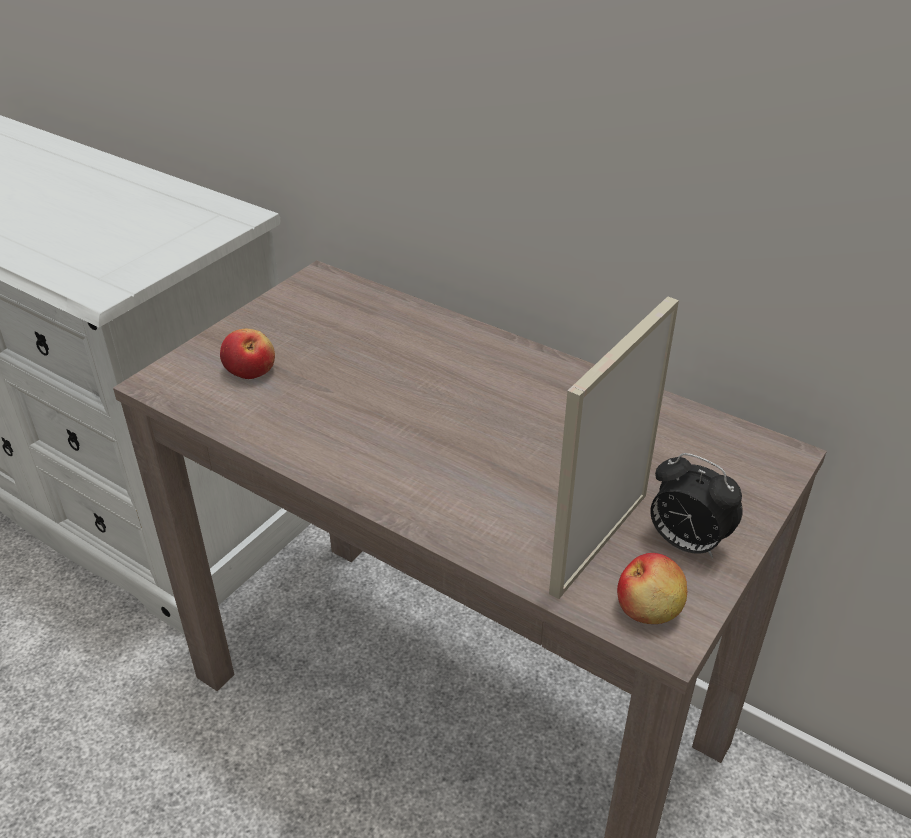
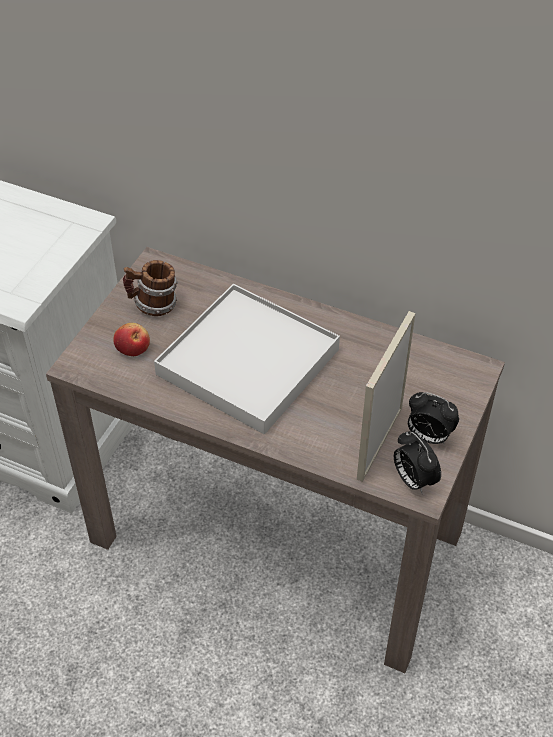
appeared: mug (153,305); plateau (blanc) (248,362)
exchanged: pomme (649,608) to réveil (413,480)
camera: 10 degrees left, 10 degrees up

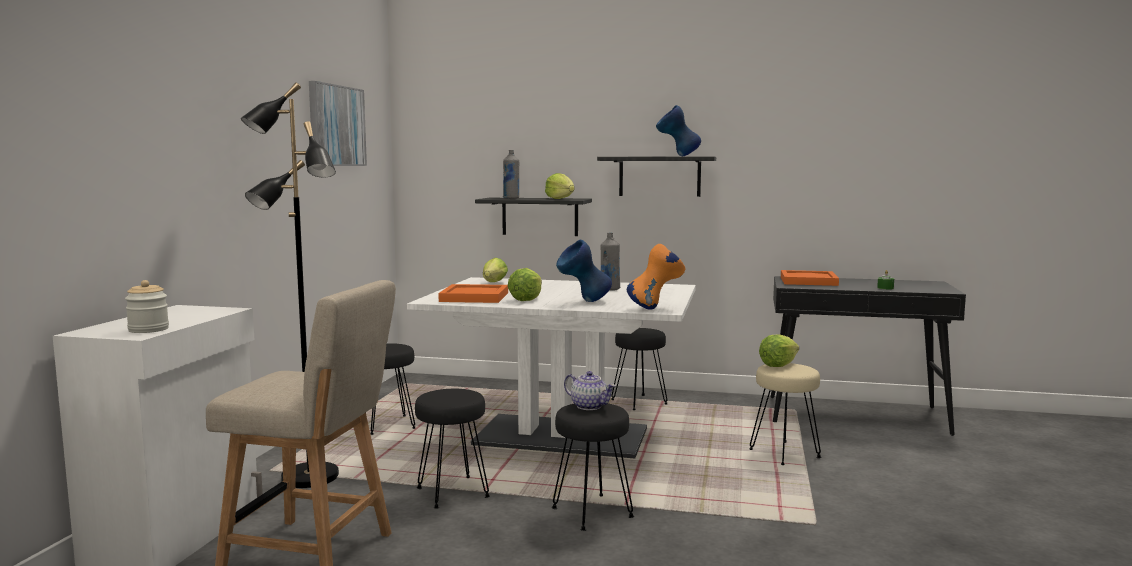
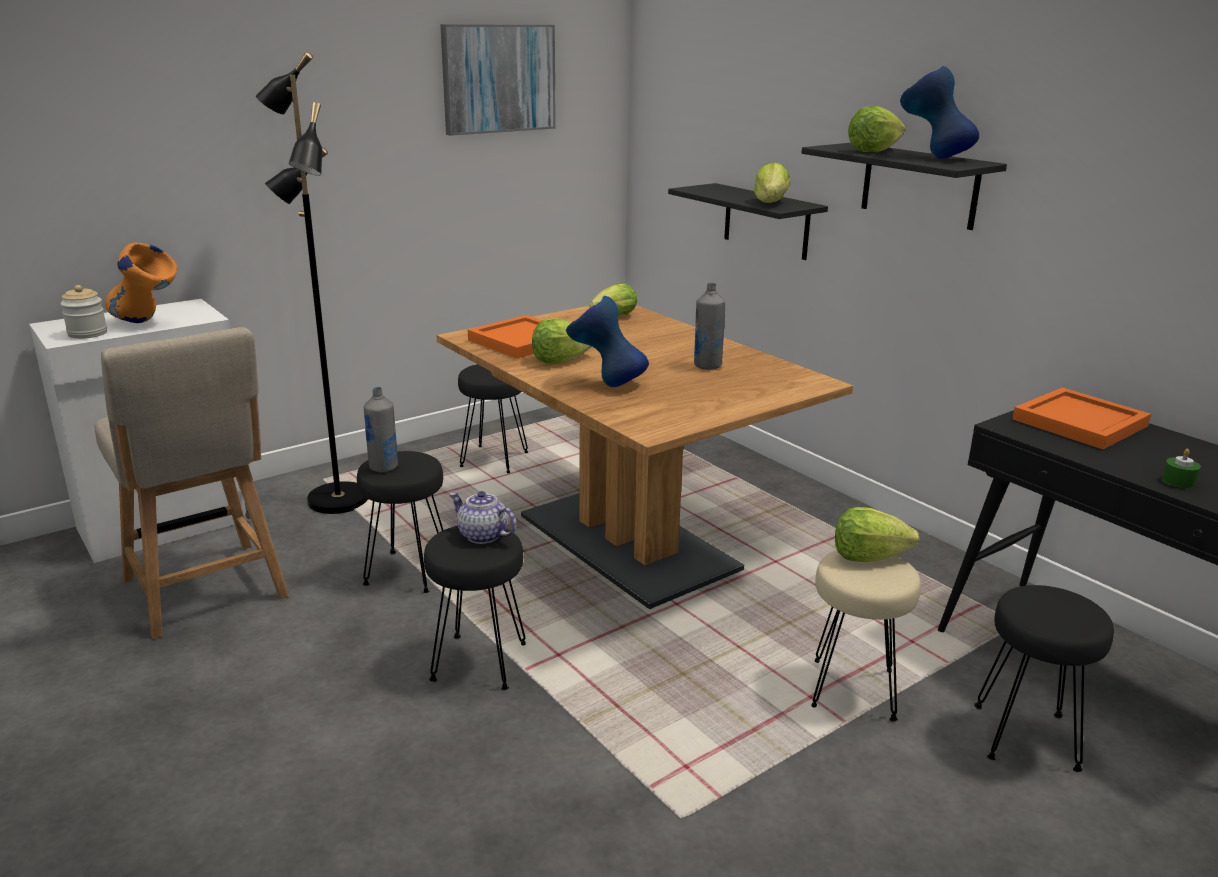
appeared: laitue (873,151)
relocated: bouteille (gris) (511,198) to (383,467); tabouret (noir) (639,403) to (1027,737); vase (orange) (655,308) to (147,323)
colour: table à manger (blanc) (561,437) to table à manger (marron) (627,543)
spun: théière (590,406) = (482,535) 135 degrees clockwise
camera: 40 degrees right, 15 degrees up

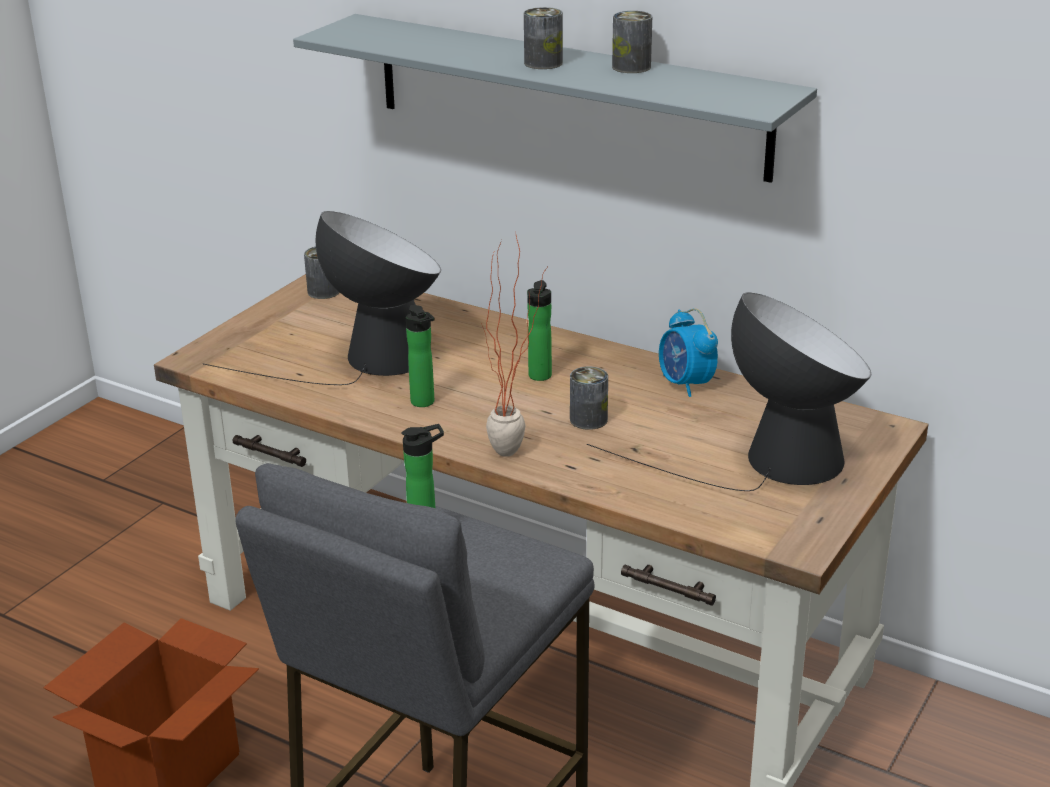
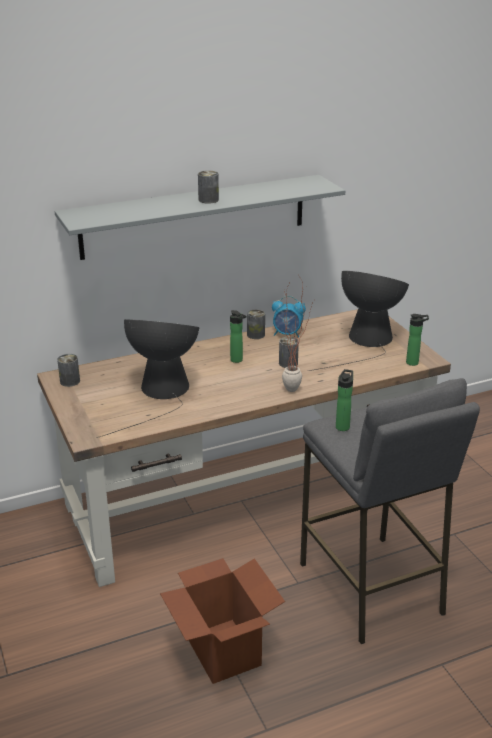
relocated: bouteille (424,403) to (414,363); boîte métallique (631,67) to (256,335)
camera: 55 degrees left, 0 degrees up

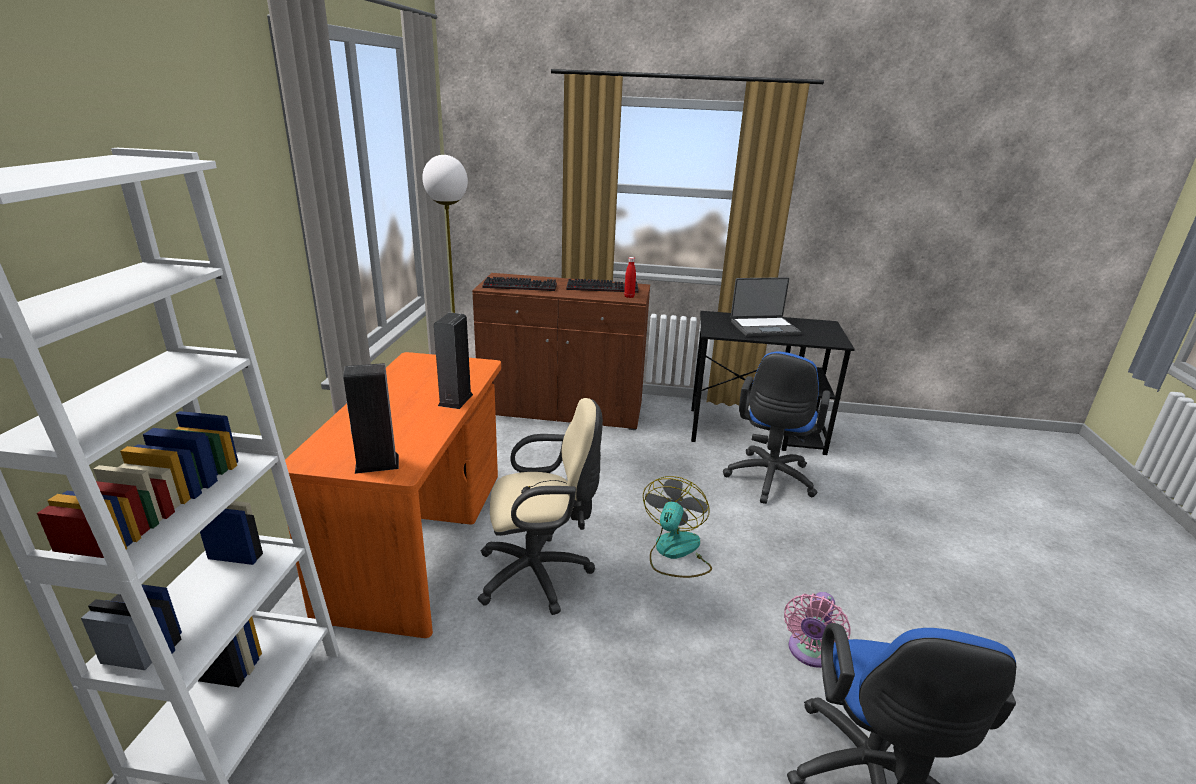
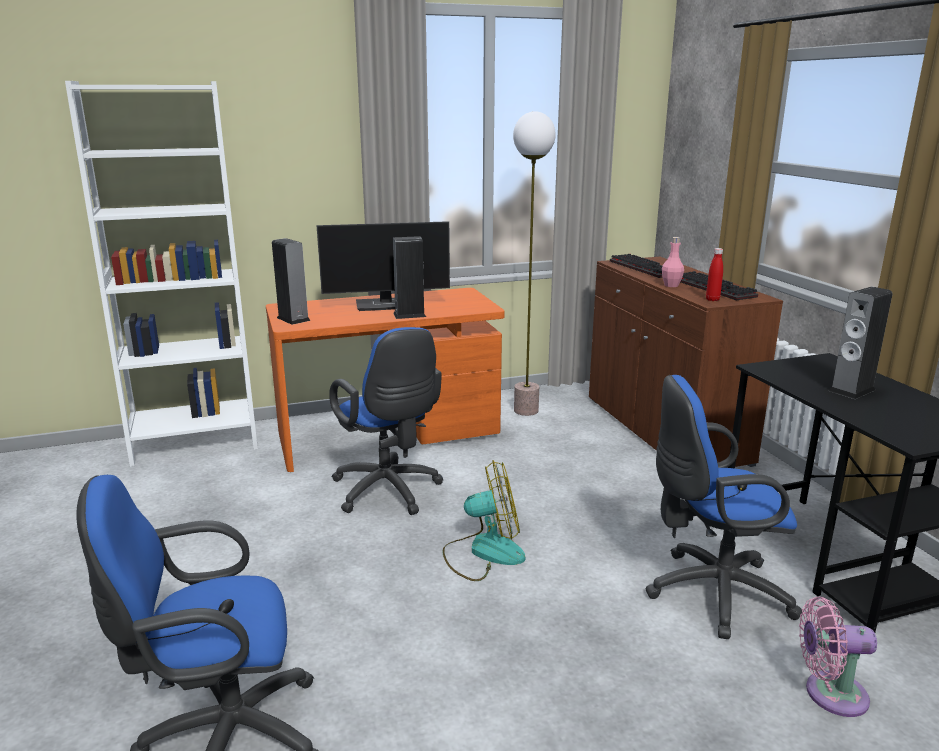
appeared: écran d'ordinateur (387,305); bouteille (rose) (671,285)
relocated: ventilateur (rose) (809,653) to (829,694)
exchanged: ordinateur portable (763,327) to enceinte (851,390)
colour: chaise de bureau (beige) (540,574) to chaise de bureau (bleu) (389,492)
camera: 65 degrees right, 5 degrees down

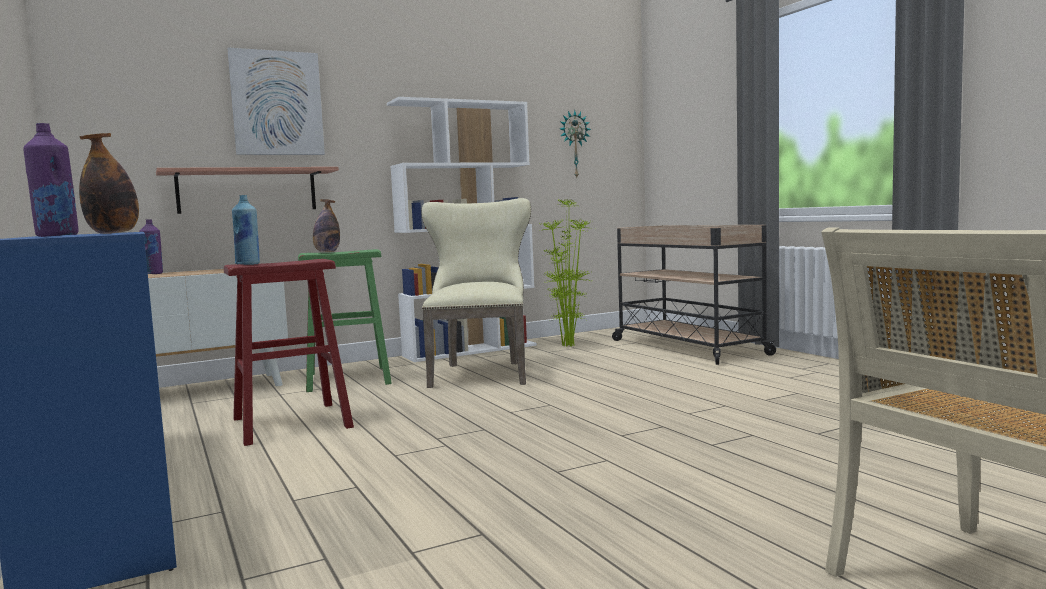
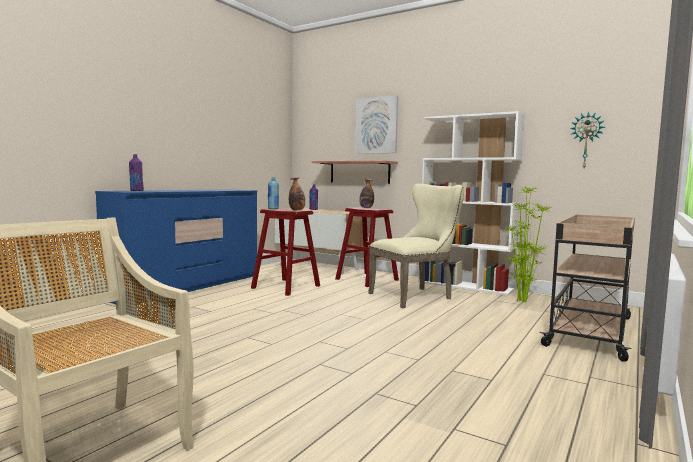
relocated: bouteille (113,233) to (297,210)
colour: tabouret (vert) (348,379) to tabouret (rouge) (367,279)
camera: 60 degrees right, 0 degrees up

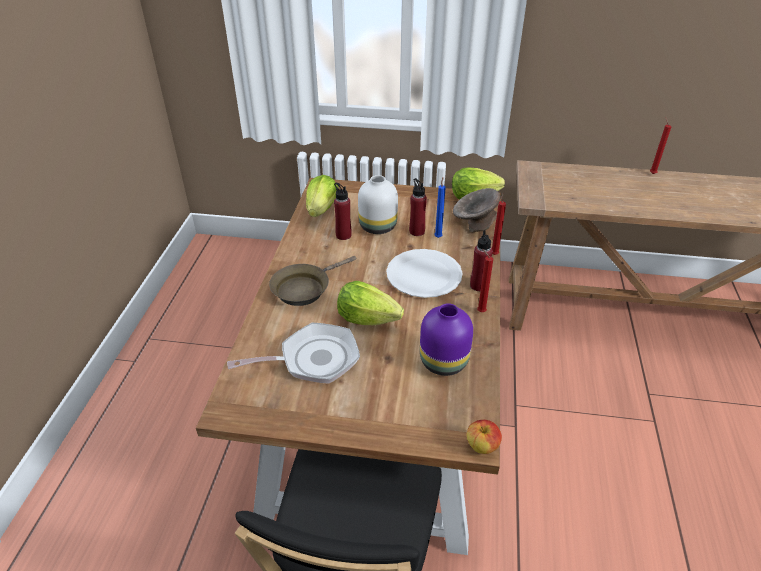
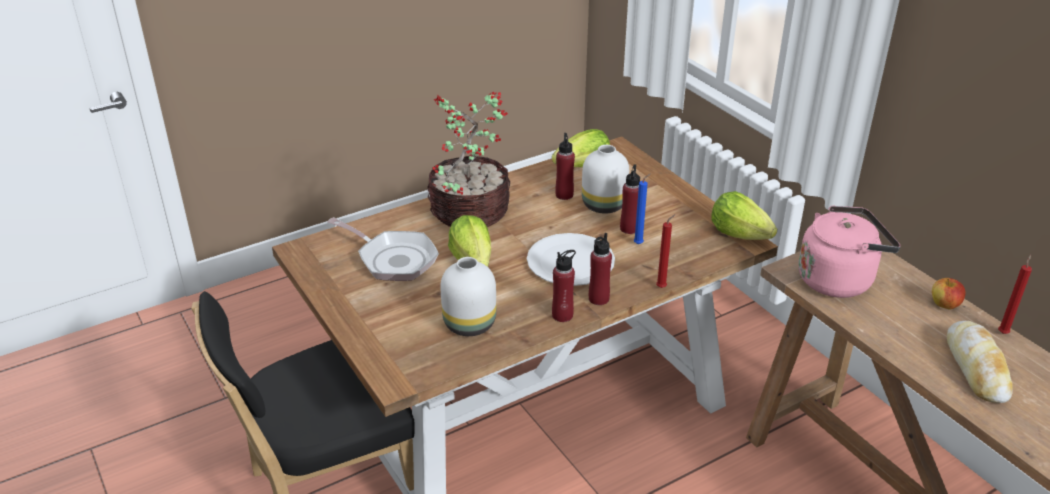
missing: bol (gris) (474,224)
appeared: bouilloire (rose) (838,279); pain (976,368)
relocated: pomme (482,446) to (944,305)
exchanged: poêle (marron) (304,288) to plante en pot (468,213); bougie (rouge) (480,311) to bouteille (rouge) (562,315)
colour: vase (violet) (443,363) to vase (blanc) (468,325)
camera: 50 degrees right, 5 degrees down

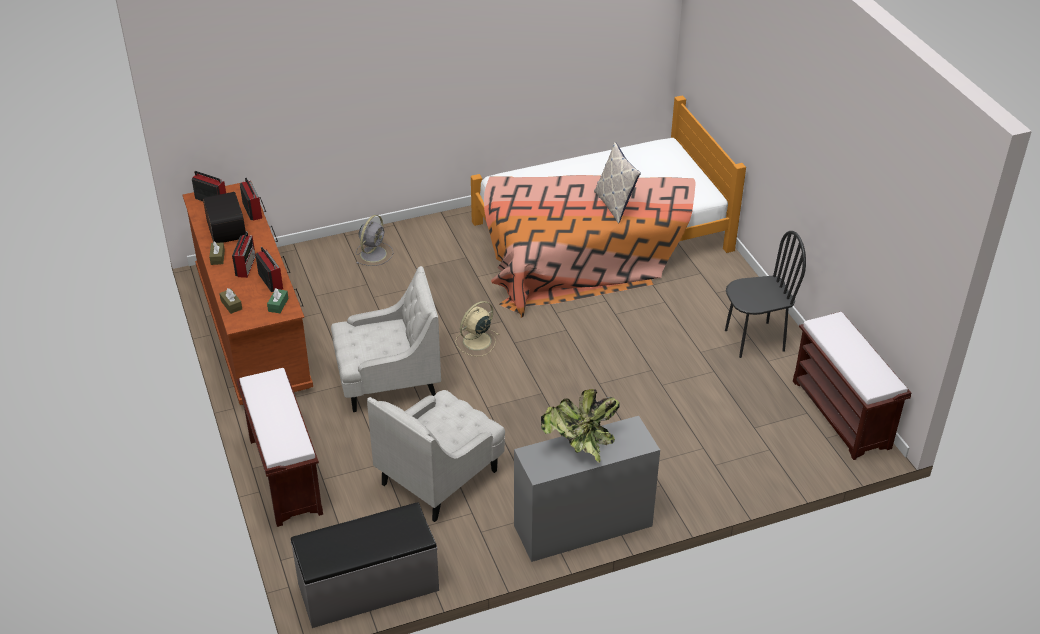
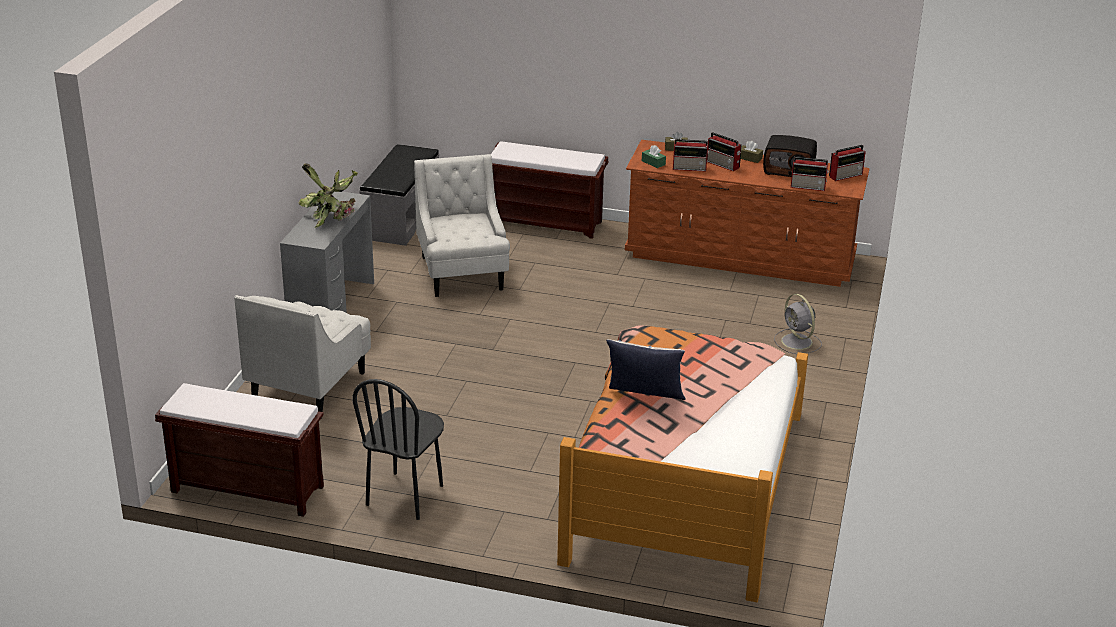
missing: ventilateur (beige) (476,341)
relocated: fauteuil (blanc) (388,382) to (309,386)
camera: 125 degrees right, 10 degrees down

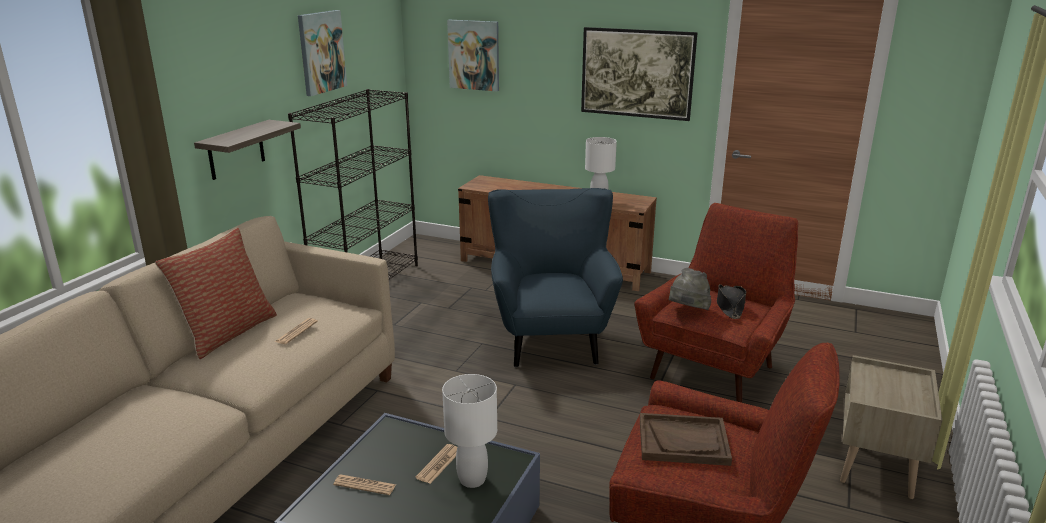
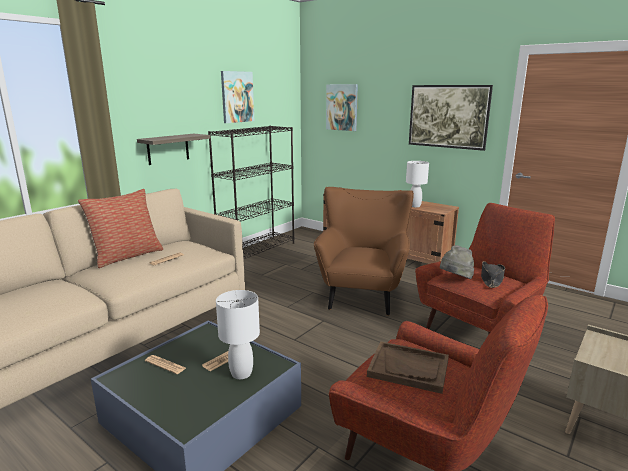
colour: fauteuil (bleu) (551,337) to fauteuil (marron) (362,294)
camera: 15 degrees right, 5 degrees down

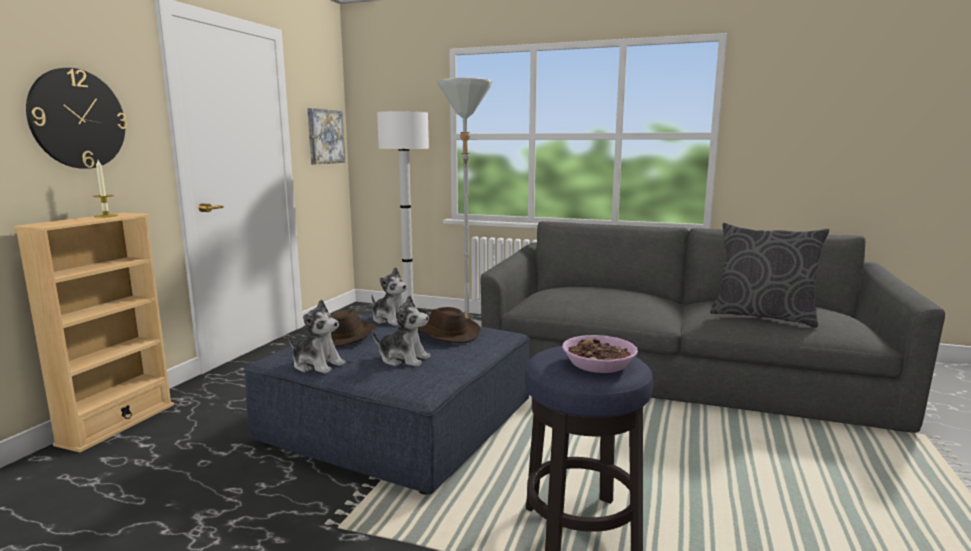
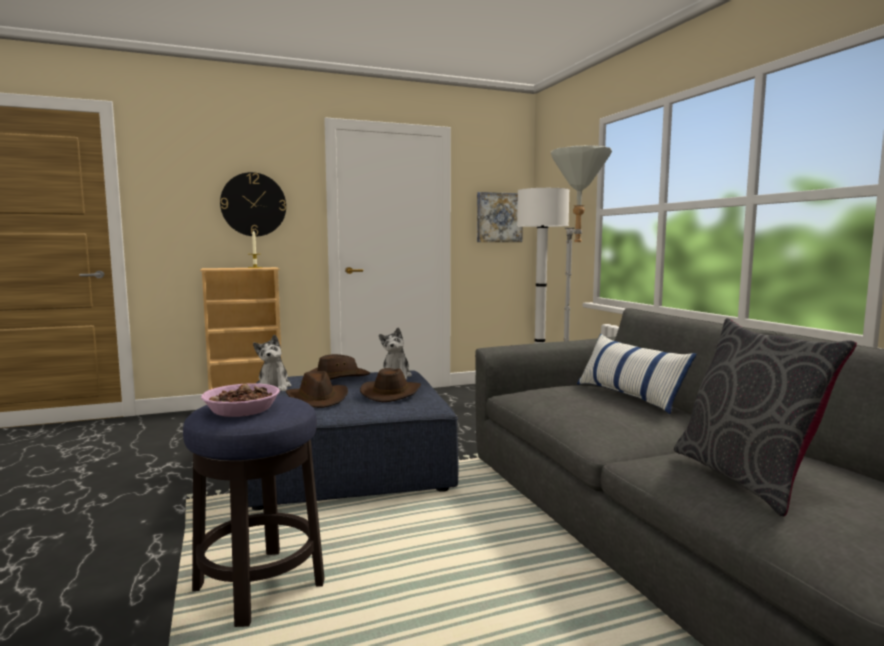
appeared: coussin (629,396)
exchanged: peluche (403,359) to chapeau (marron) (318,399)
camera: 50 degrees right, 5 degrees down

